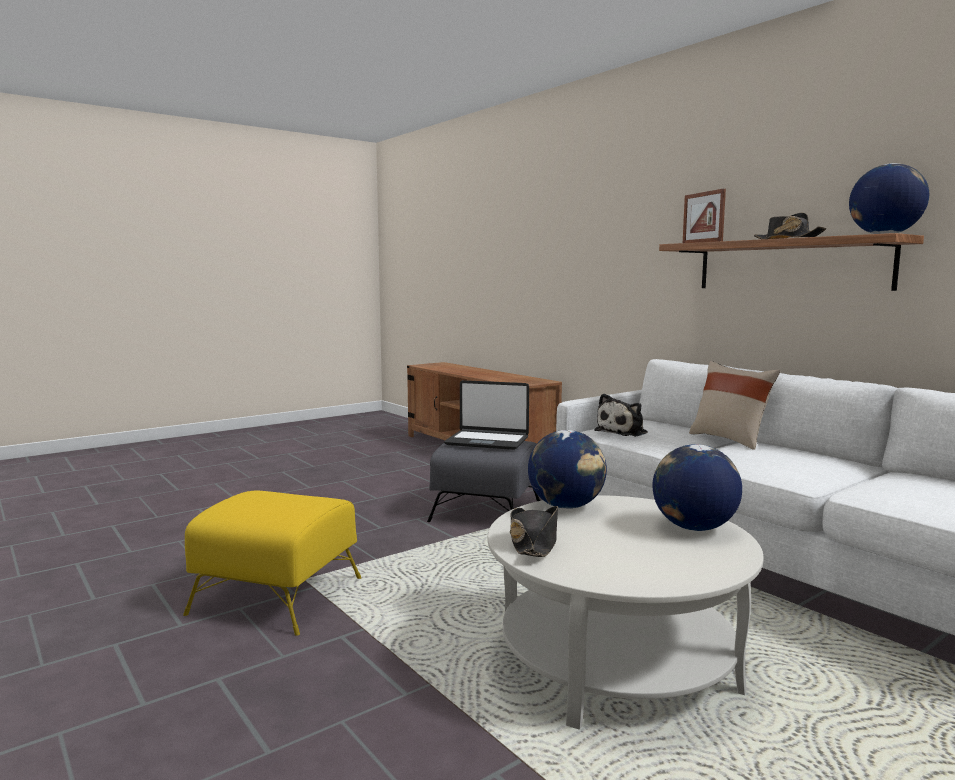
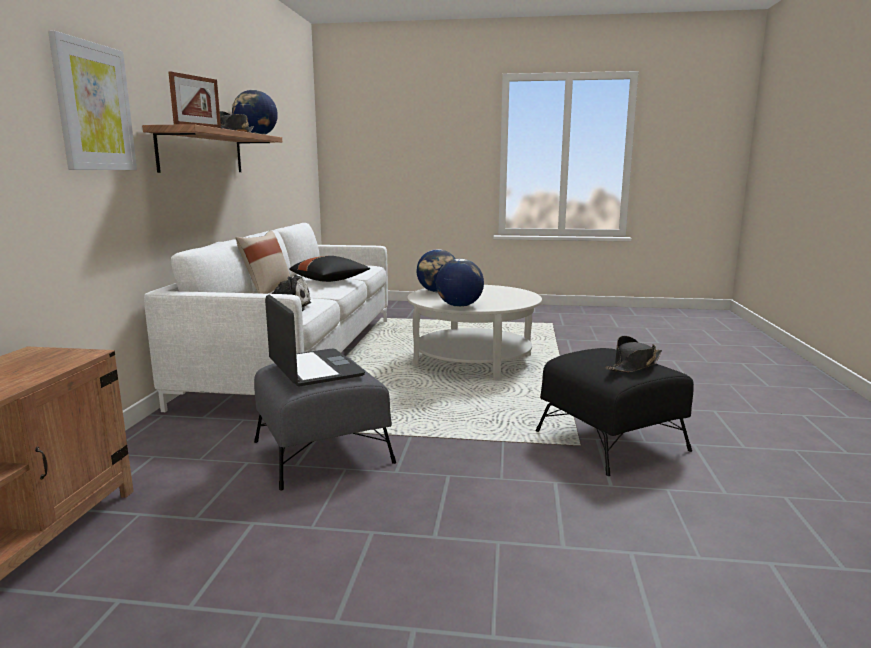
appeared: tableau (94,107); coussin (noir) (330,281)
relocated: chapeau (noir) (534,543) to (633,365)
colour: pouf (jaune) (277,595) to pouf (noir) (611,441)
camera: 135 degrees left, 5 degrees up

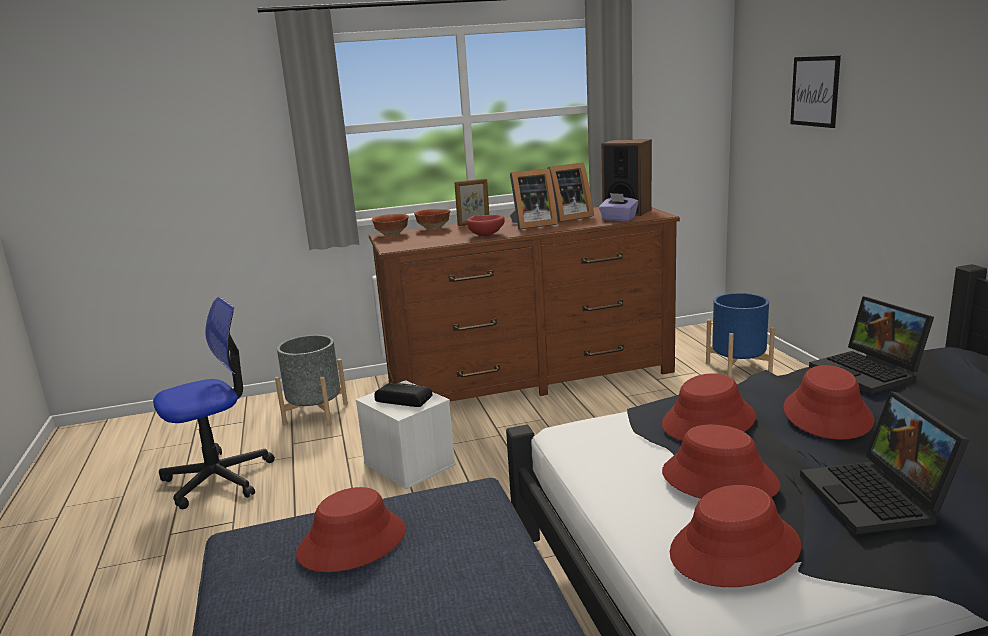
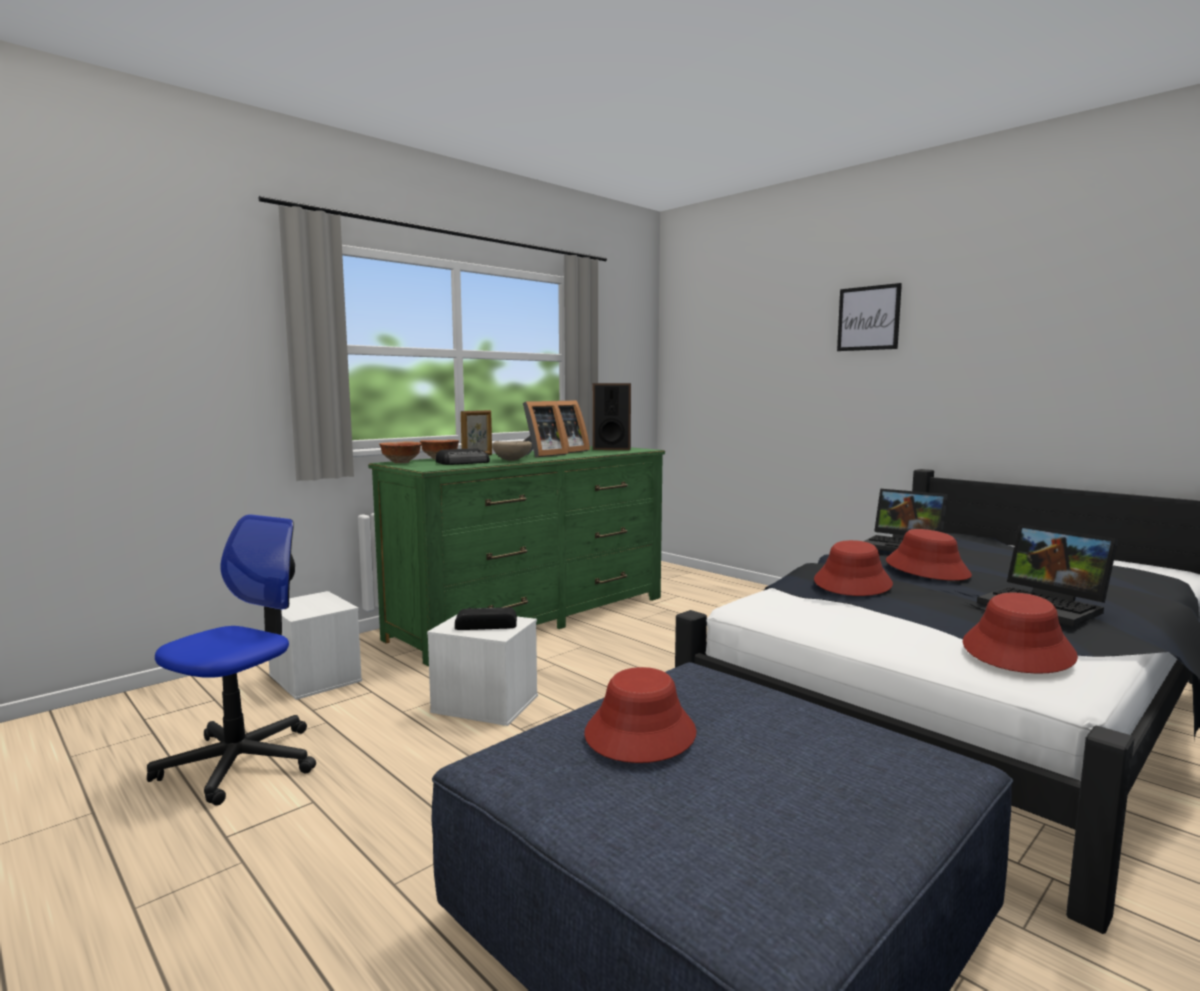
missing: boîte à mouchoirs (violet) (618,219); chapeau (rouge) (718,479); cache-pot (bleu) (738,368)
appeared: radio (464,462)
relocated: tableau (815,91) to (868,318)
exchanged: cache-pot (gris) (316,414) to boîte de rangement (blanc) (313,678)
colour: commode (marron) (530,378) to commode (vert) (533,617); bol (rouge) (487,235) to bol (beige) (512,460)
camera: 30 degrees left, 10 degrees down

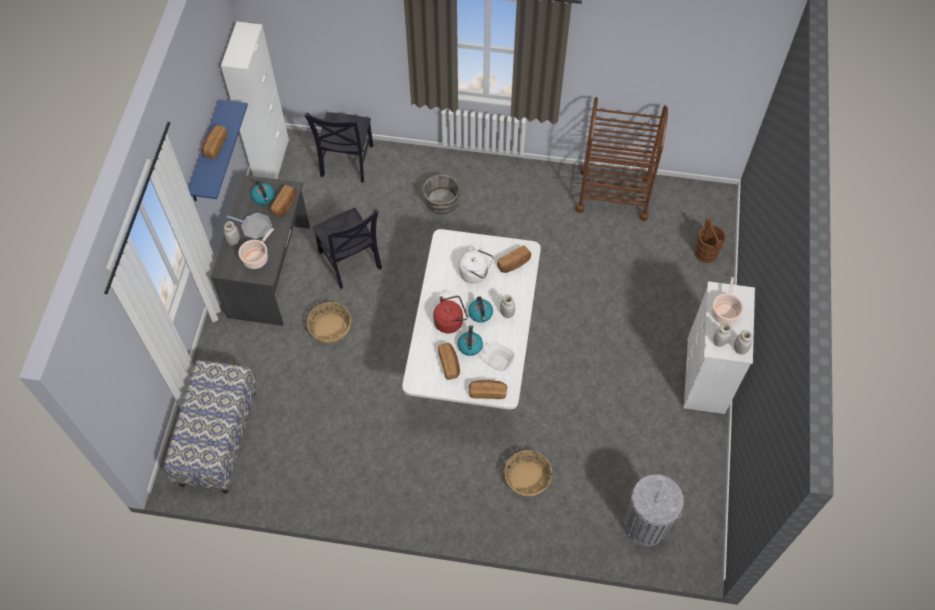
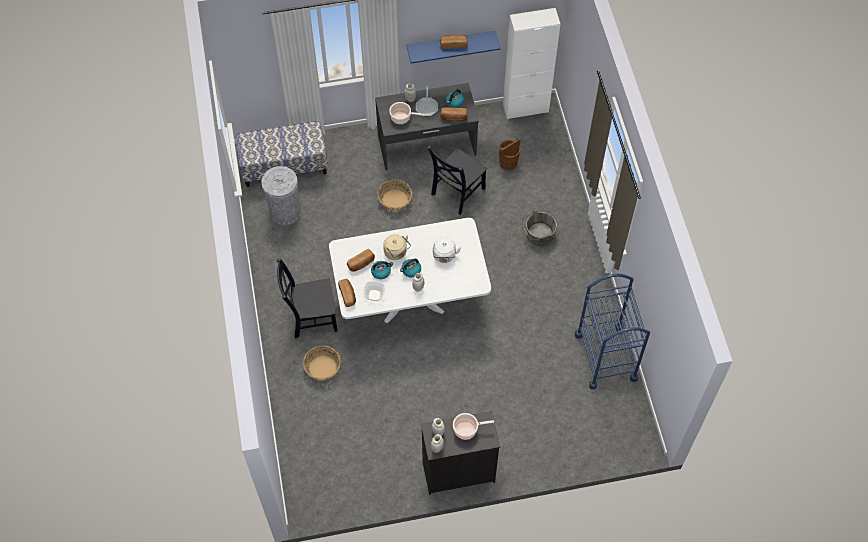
missing: pain (514,264)
relocated: chaise (noir) (346,162) to (311,317); poubelle (gris) (645,525) to (285,212); seau (marron) (706,253) to (508,163)
colour: bouilloire (rouge) (450,321) to bouilloire (beige) (396,253); chariot (marron) (613,194) to chariot (bleu) (605,356); commode (blanc) (704,376) to commode (noir) (457,471)
camera: 70 degrees right, 0 degrees up

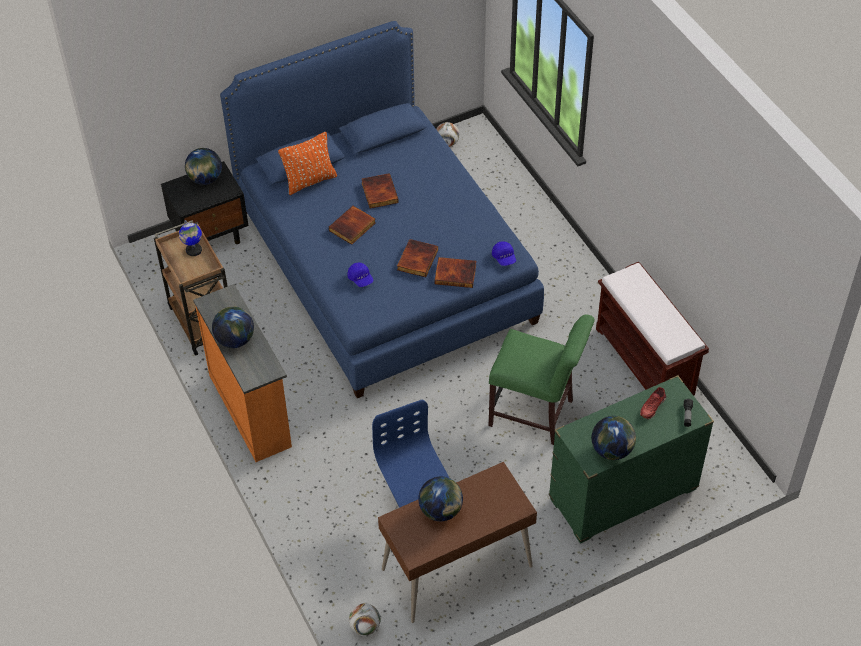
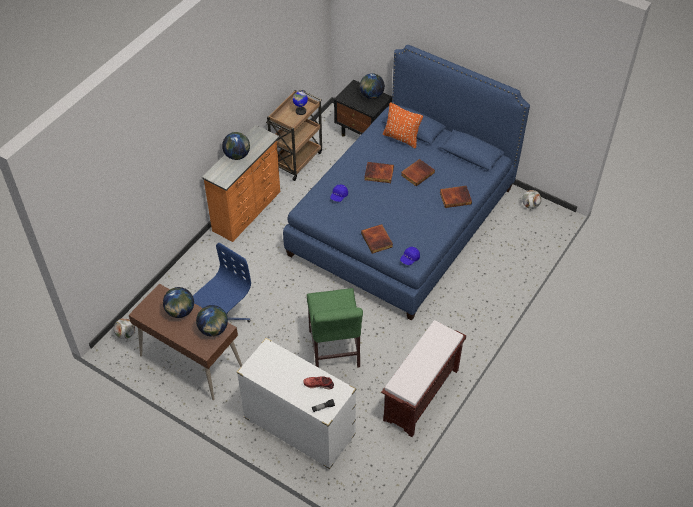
relocated: livre (416,259) to (455,197); globe (612,450) to (213,329)
colour: commode (vert) (623,494) to commode (blanc) (299,428)
camera: 60 degrees right, 0 degrees up

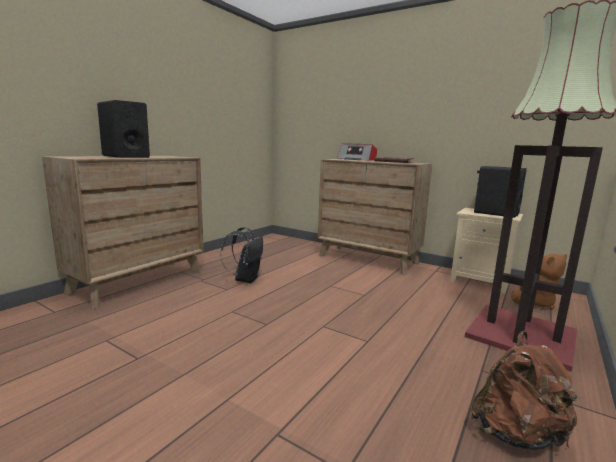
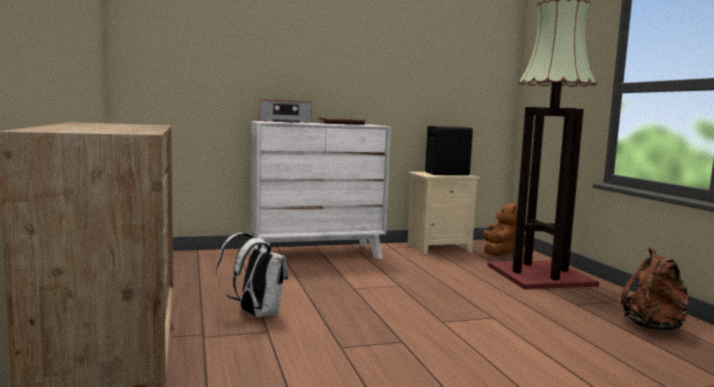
missing: enceinte (noir) (125,156)
colour: sac à dos (noir) (246,279) to sac à dos (blanc) (255,314); commode (marron) (368,259) to commode (blanc) (316,254)
camera: 50 degrees left, 5 degrees down

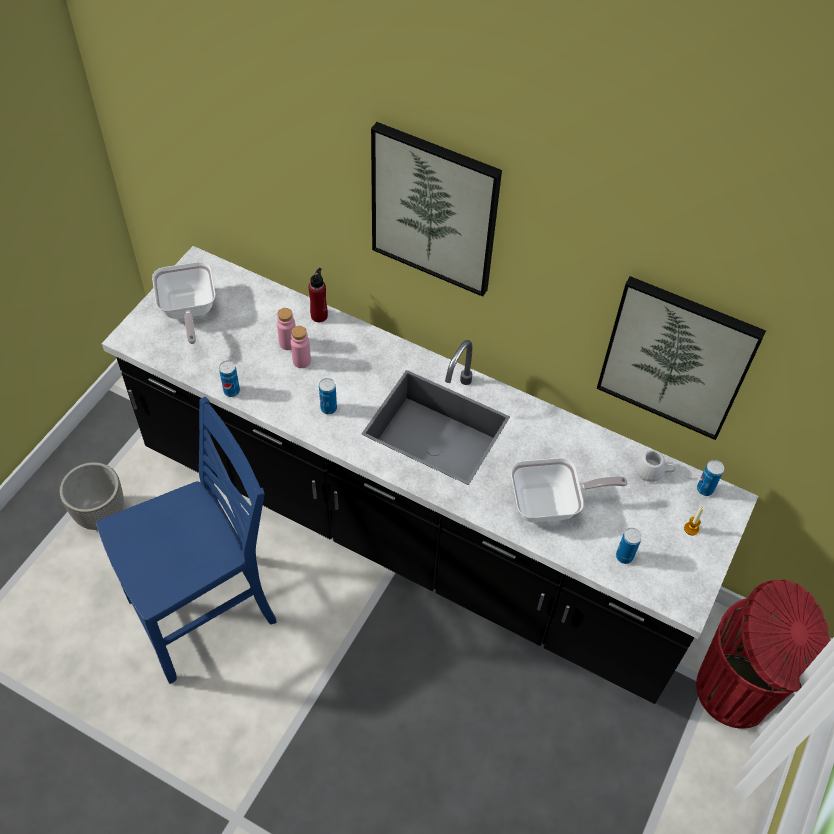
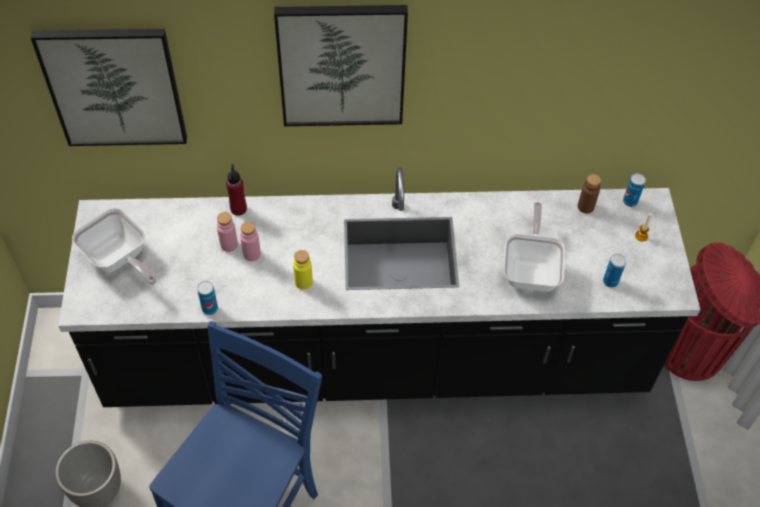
relocated: tableau (676,357) to (114,86)
exchanged: boîte métallique (328,408) to bouteille (jaune) (303,282); mug (blanc) (653,471) to bouteille (marron) (585,207)
spun: poêle (551,504) = (531,269) 45 degrees counterclockwise
camera: 30 degrees left, 0 degrees up

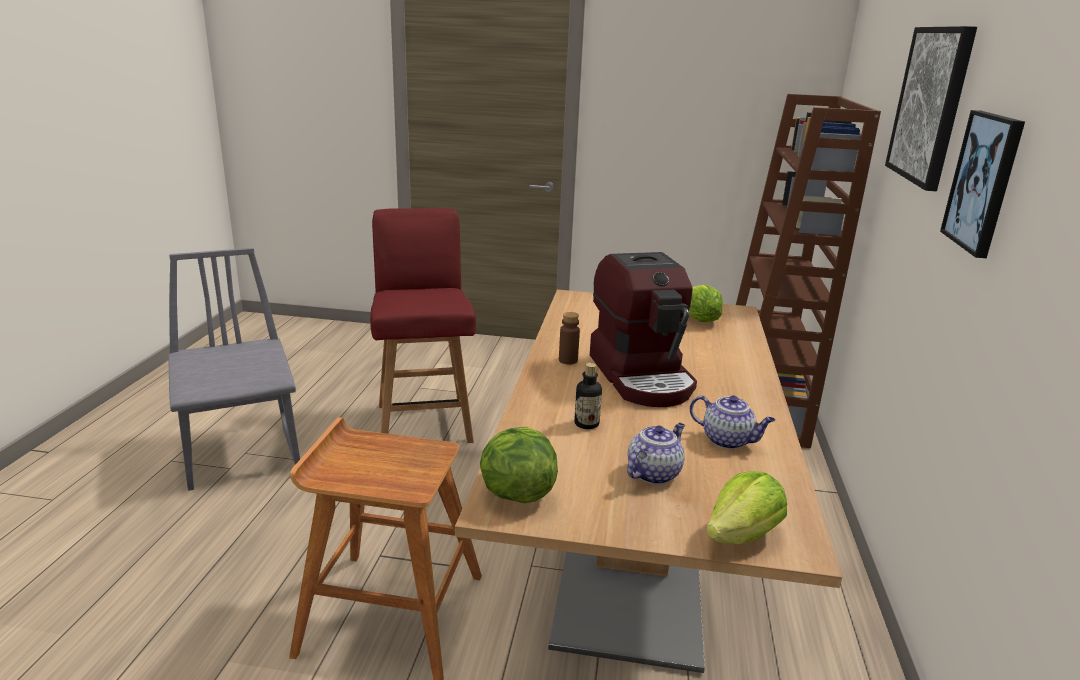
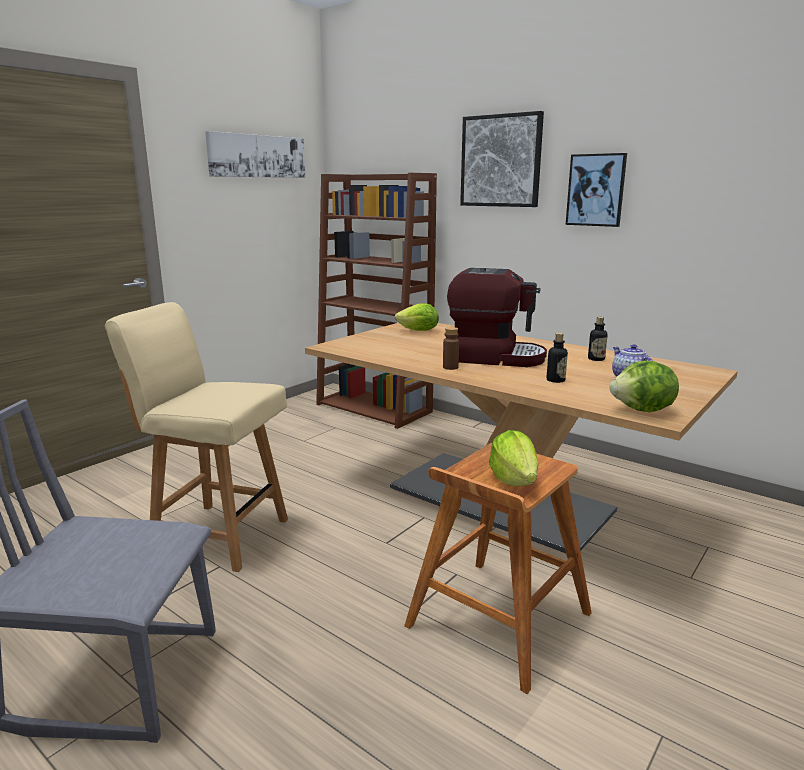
appeared: tableau (257,156)
relocated: laitue (743,535) to (514,480)
exchanged: théière (728,440) to bouteille (596,359)
colour: chaise (rouge) (424,421) to chaise (beige) (218,535)
camera: 60 degrees left, 5 degrees down

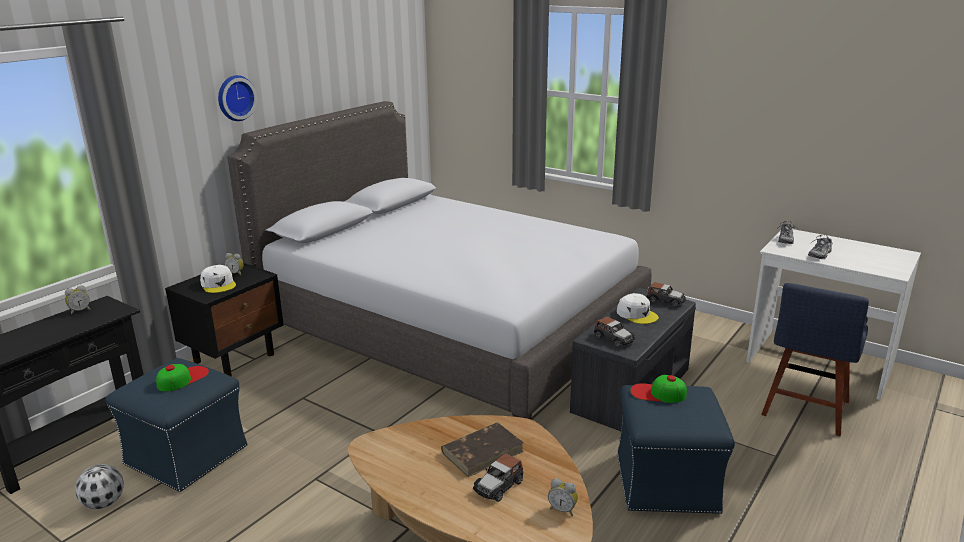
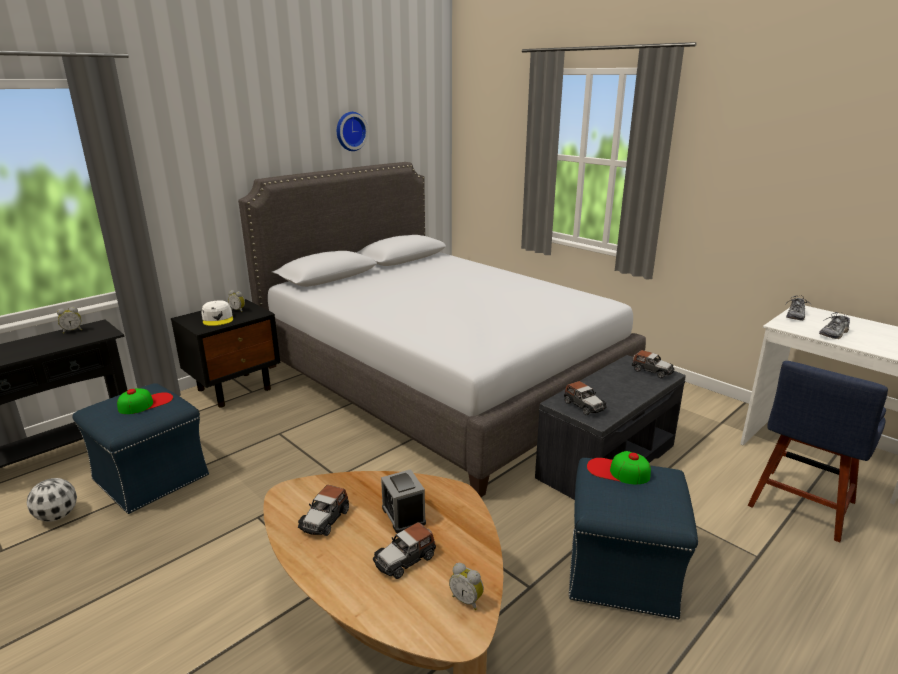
missing: casquette (blanc) (637,314)
appeared: petite voiture (325,519)
relocated: horloge murale (235,98) to (350,131)
exchanged: livre (marron) (483,451) to réveil (403,515)
camera: 10 degrees right, 0 degrees up

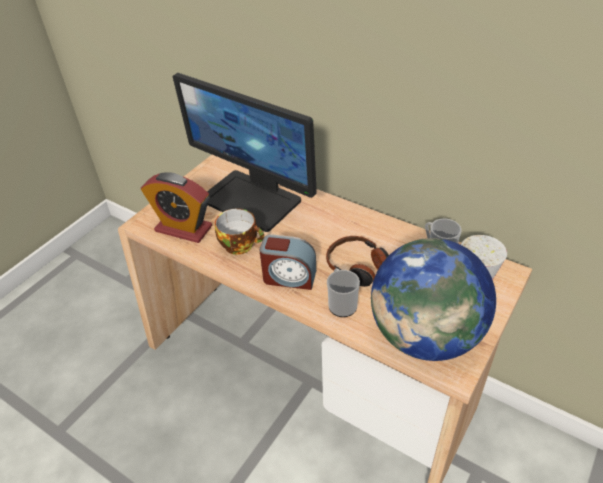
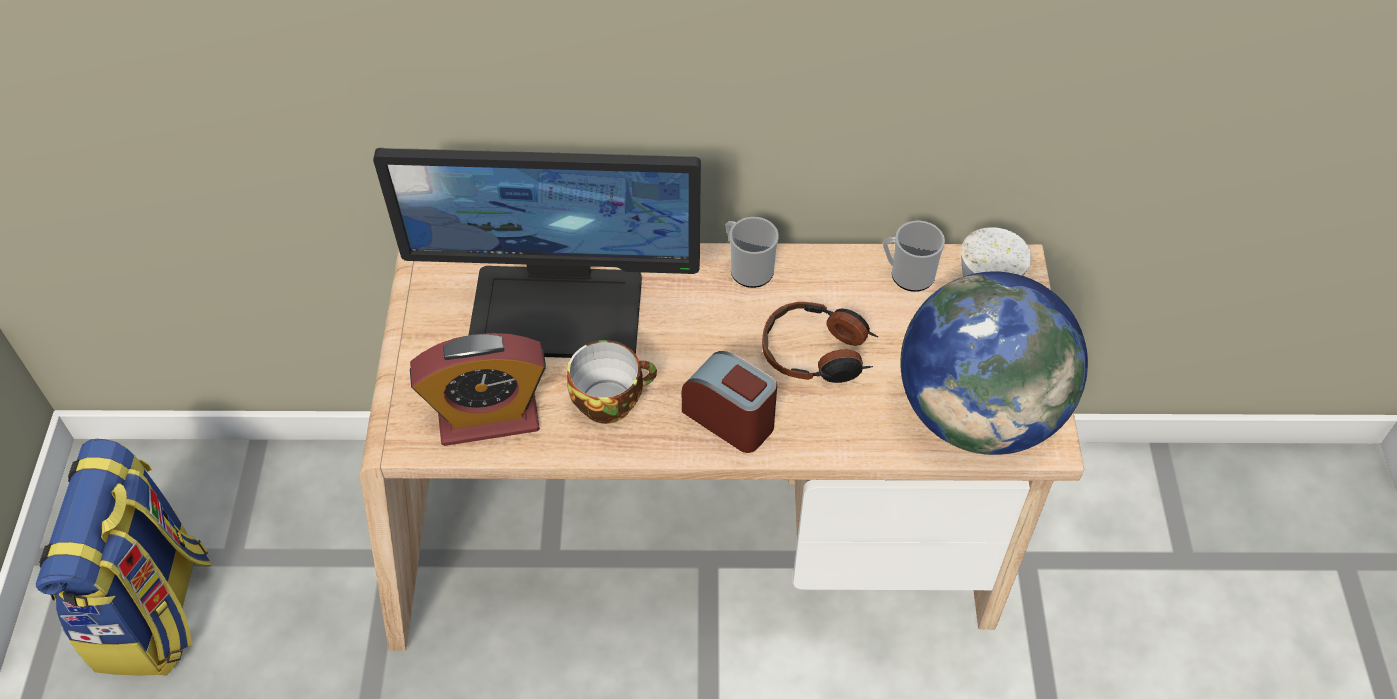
appeared: sac à dos (155,611)
relocated: mug (341,303) to (748,268)
spun: réveil (289,277) = (730,418) 120 degrees counterclockwise
camera: 35 degrees left, 10 degrees up

